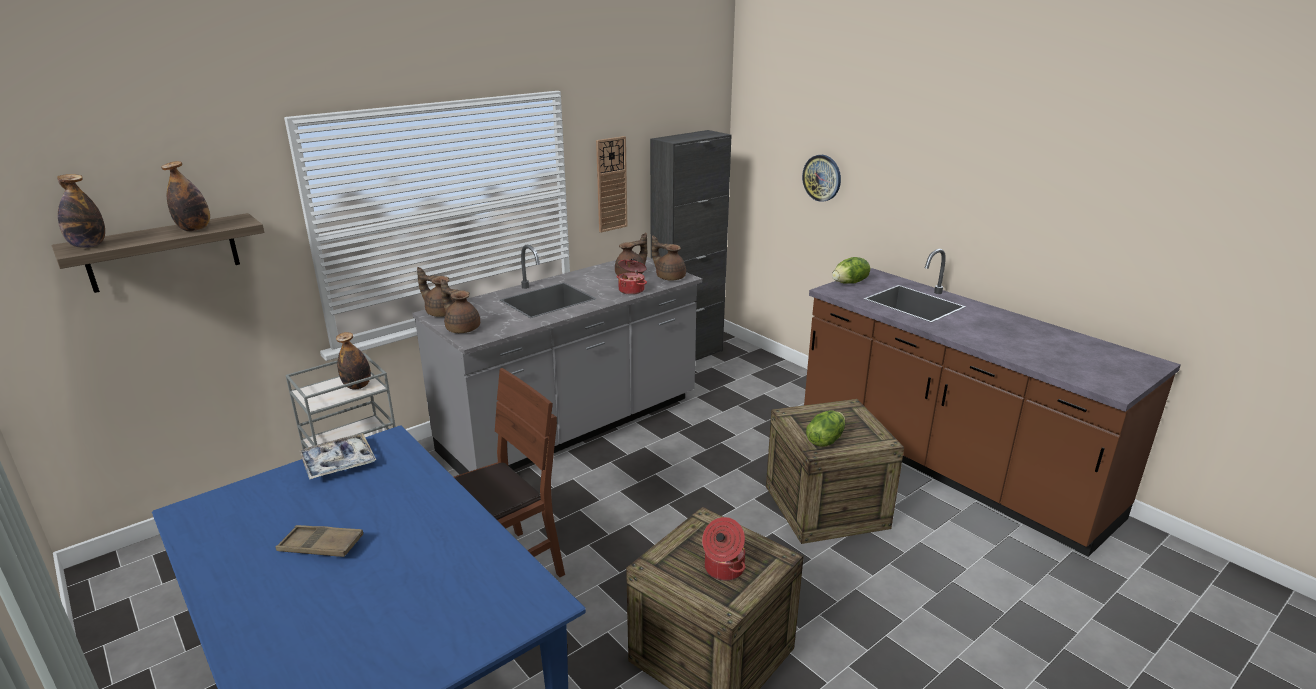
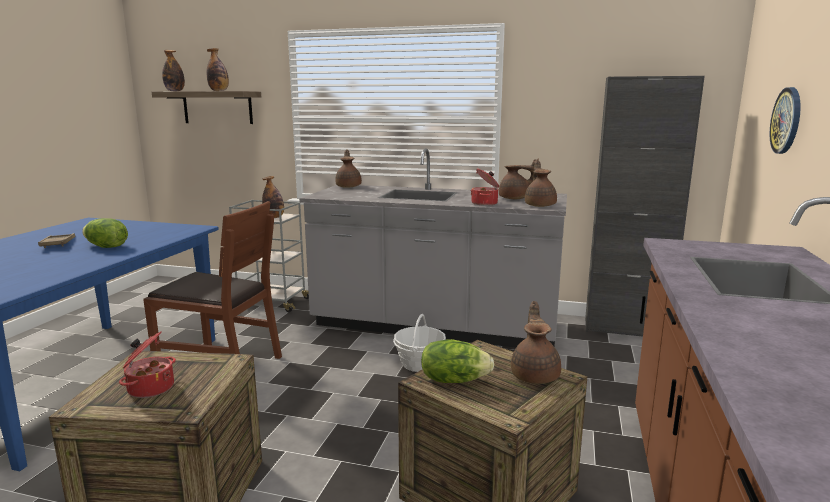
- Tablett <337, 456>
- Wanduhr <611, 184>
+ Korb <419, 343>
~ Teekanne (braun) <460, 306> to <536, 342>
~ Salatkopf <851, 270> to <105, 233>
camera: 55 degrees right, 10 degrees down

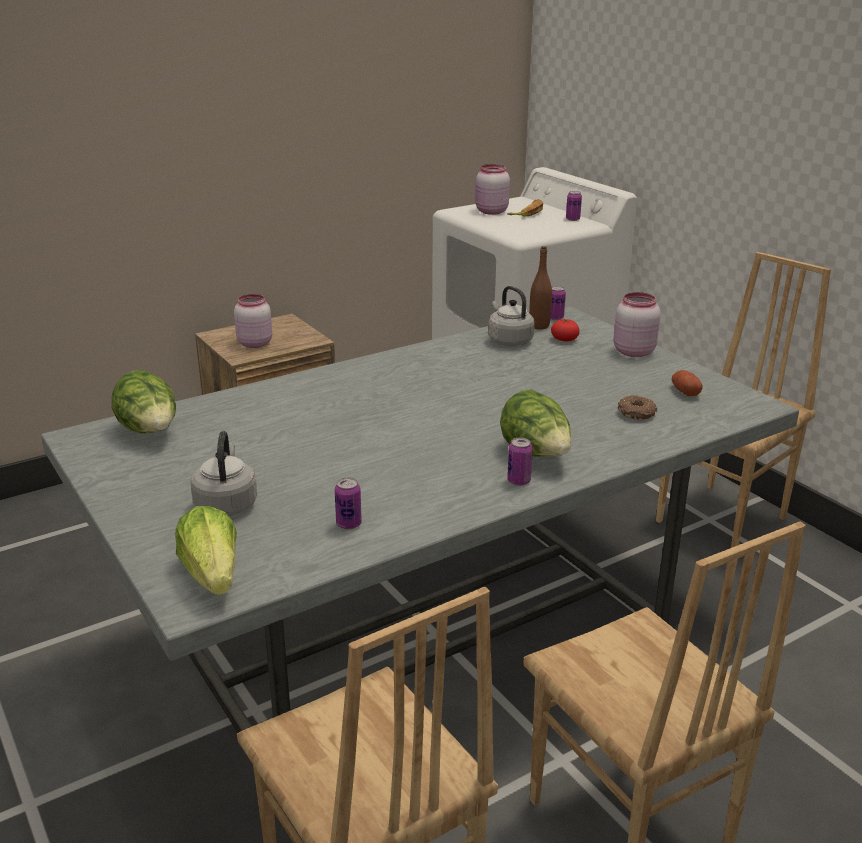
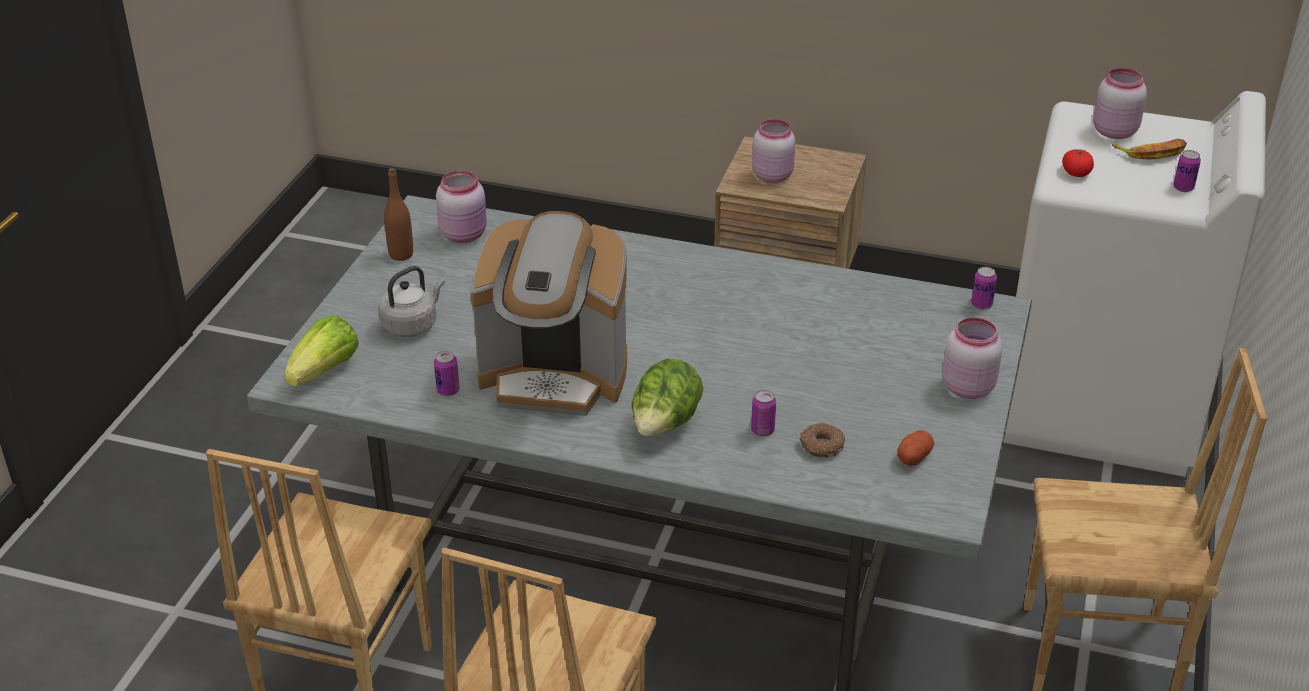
- Wasserkessel (grau) <511, 316>
+ Kaffeemaschine <548, 313>
~ Dose <520, 462> to <763, 413>
~ Flasche (braun) <540, 287> to <398, 214>
~ Tomate <565, 330> to <1078, 163>
~ Salatkopf <143, 402> to Vorratsglas (rosa) <461, 207>
camera: 50 degrees right, 10 degrees up

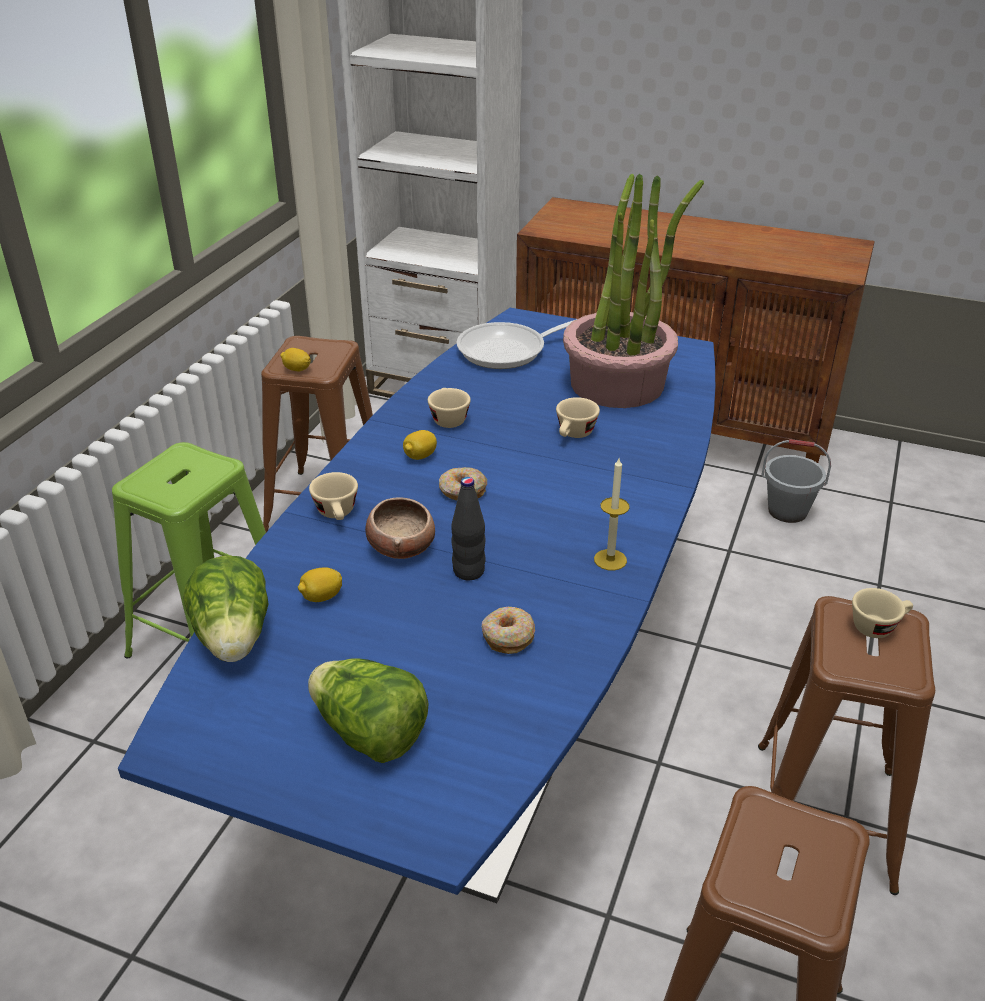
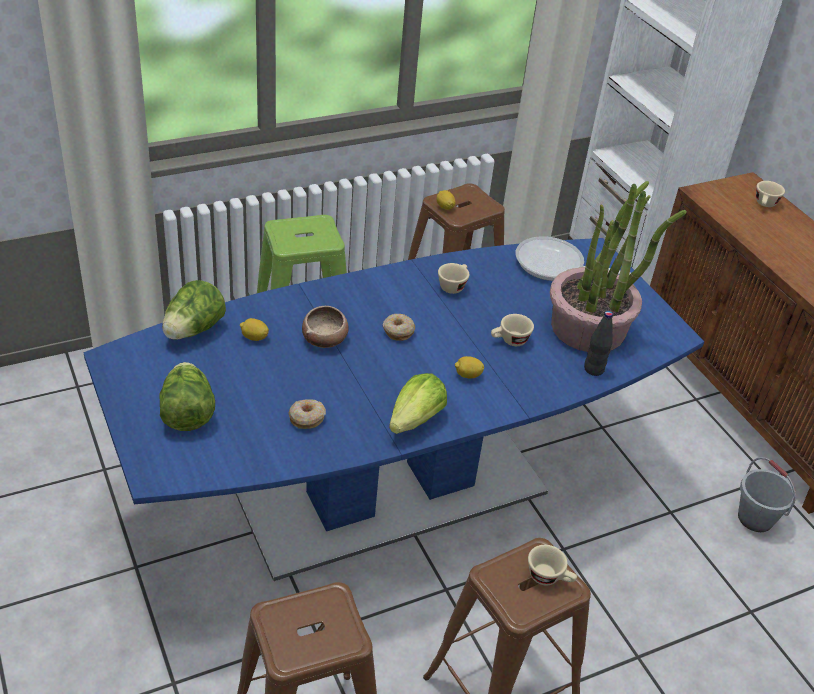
~ Tasse (beige) <333, 496> to <770, 194>
~ Zitrone <420, 445> to <469, 367>
~ Flasche (schwarz) <468, 528> to <598, 343>
~ Kerze <612, 514> to Salatkopf <418, 403>
camera: 40 degrees right, 5 degrees up

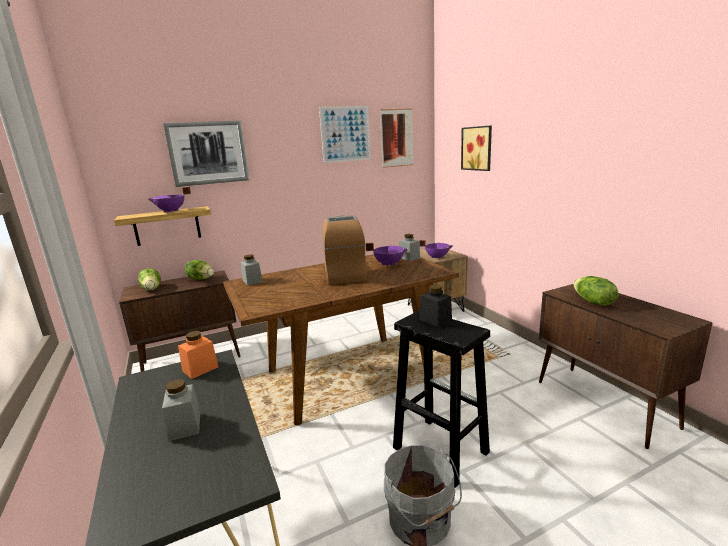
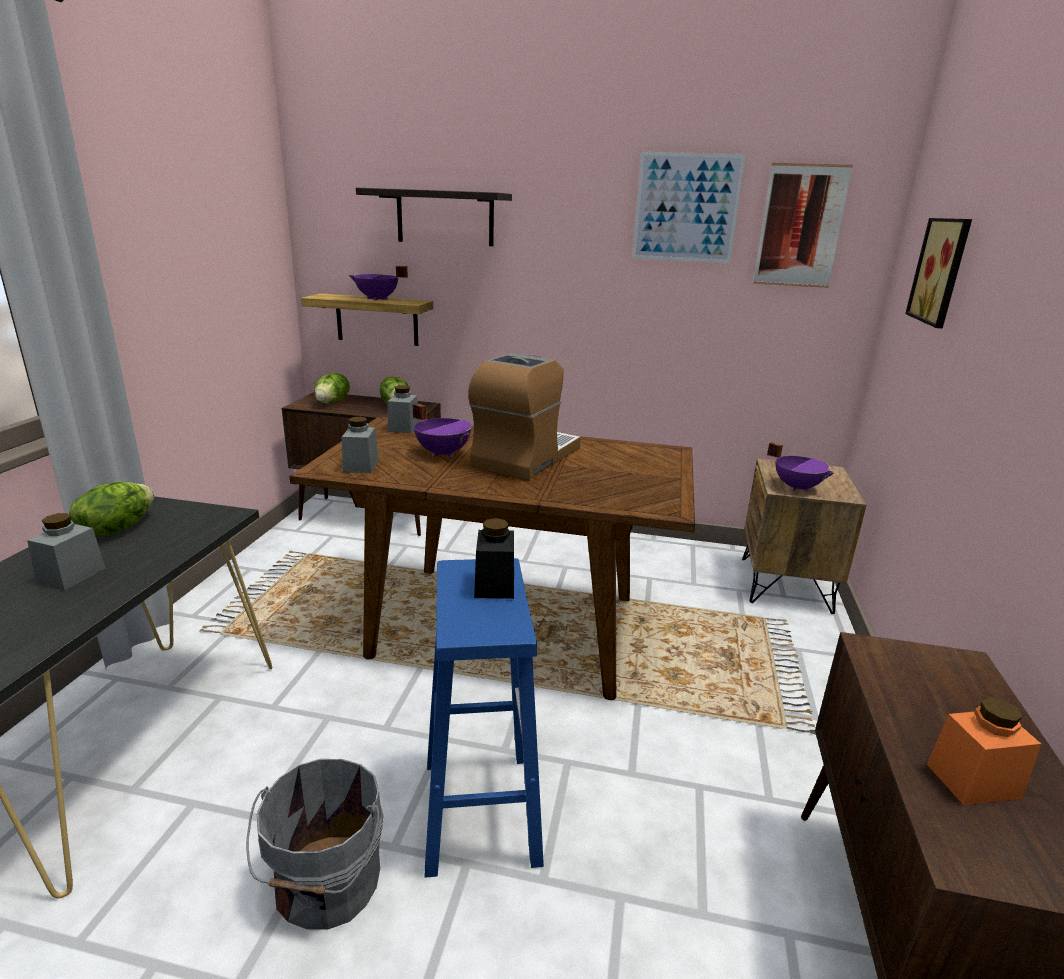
~ Vorratsglas (orange) <198, 355> to <984, 751>
~ Kochtopf (lila) <387, 254> to <442, 430>
~ Vorratsglas (grau) <409, 247> to <360, 445>
~ Salatkopf <595, 291> to <111, 509>
~ Bild <206, 153> to Wandregal <434, 217>
~ Hocker (schwarz) <441, 399> to Hocker (blau) <484, 718>
camera: 35 degrees right, 5 degrees up

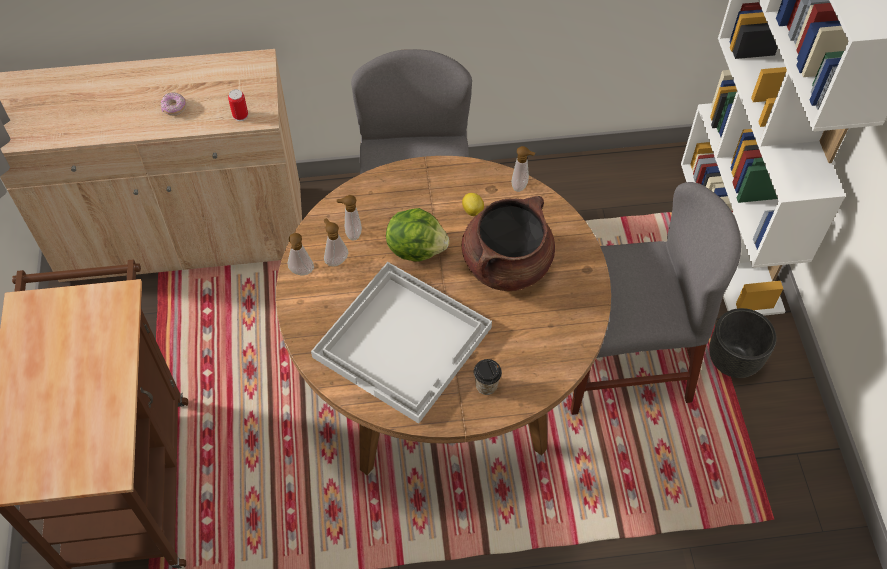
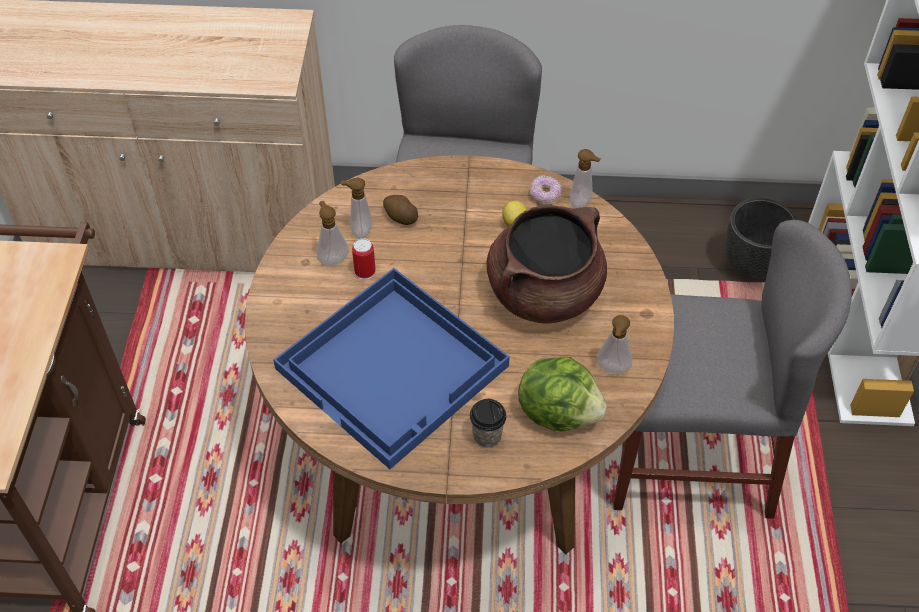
+ Kartoffel <400, 210>
~ Donut <173, 104> to <546, 190>
~ Dose <238, 105> to <363, 259>
~ Seifenspender <301, 254> to <614, 344>
~ Salatkopf <417, 235> to <562, 394>
~ Pflanzkübel (schwarz) <743, 343> to <760, 238>
~ Tablett (weiß) <401, 343> to Tablett (blau) <391, 368>
camera: 10 degrees right, 5 degrees down

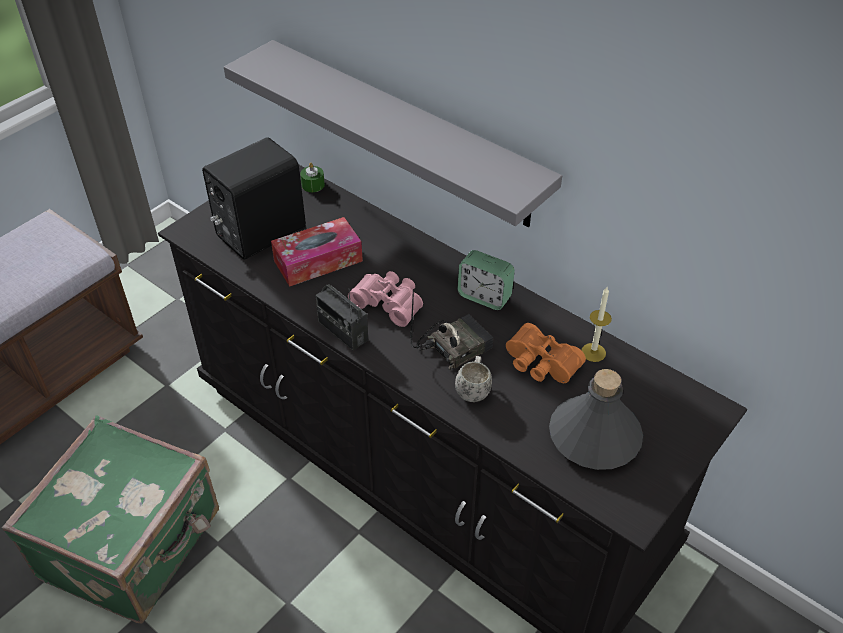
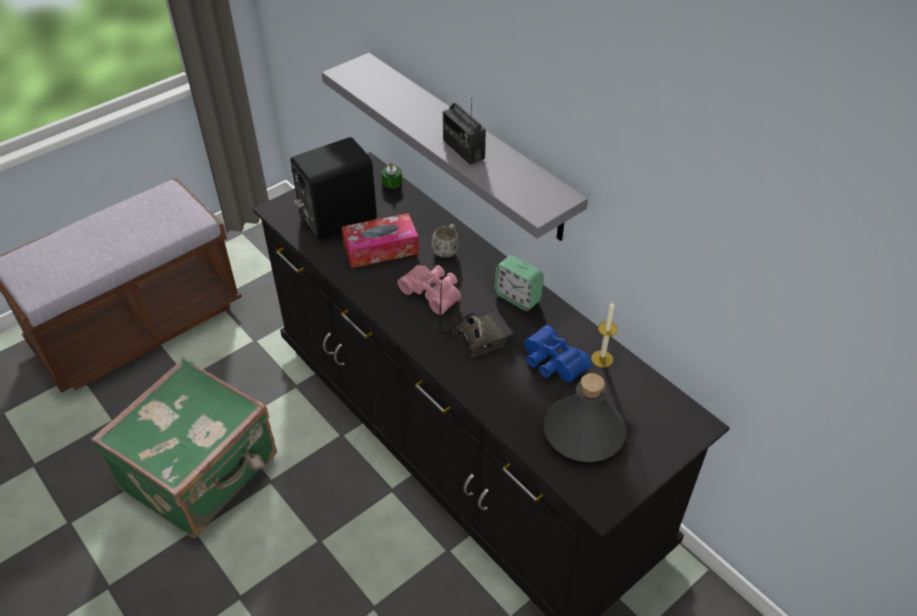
~ Radio <341, 317> to <464, 131>
~ Henkelbecher (weiß) <473, 379> to <445, 241>
~ Fernglas (orange) <546, 353> to Fernglas (blau) <558, 354>
camera: 10 degrees right, 0 degrees up

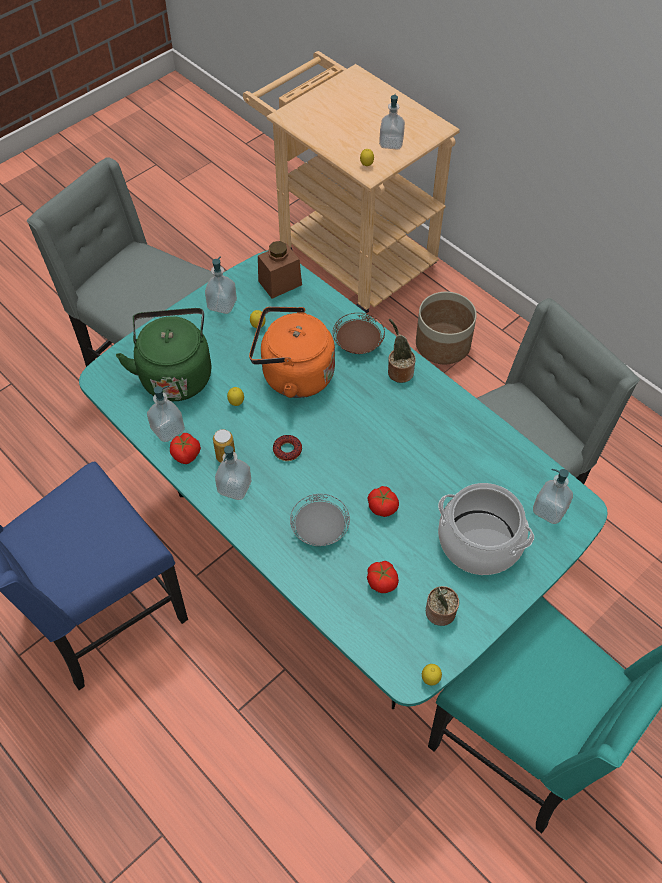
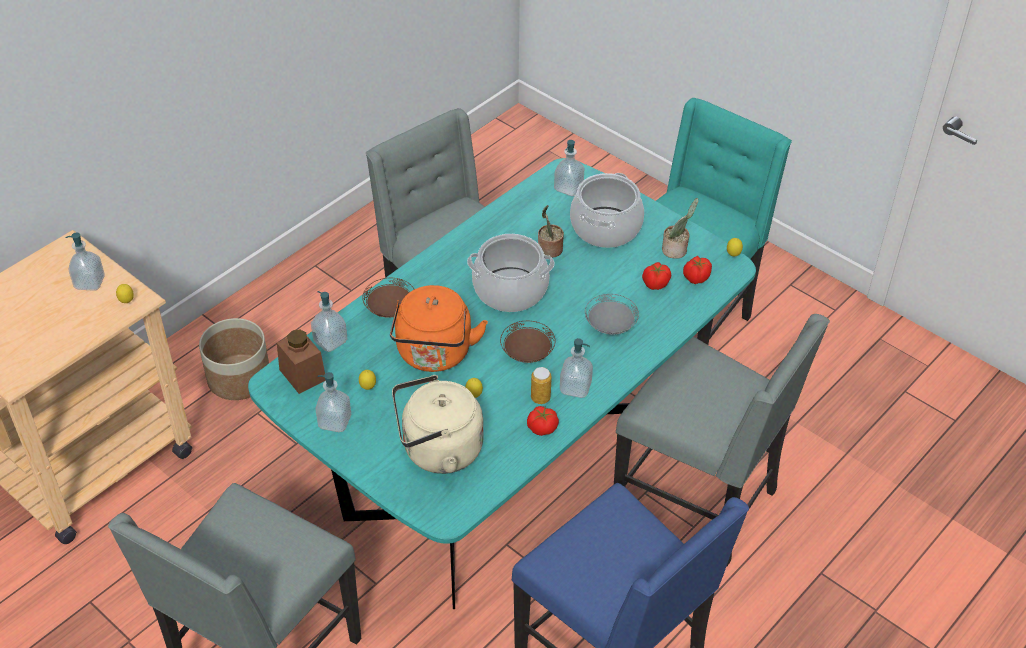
+ Kochtopf <511, 273>
+ Stuhl (grau) <722, 440>
~ Seifenspender <166, 414> to <329, 321>
~ Tomate <383, 501> to <697, 270>
~ Topfpflanze <402, 351> to <551, 231>
~ Donut <287, 448> to Teller (braun) <527, 342>
~ Wasserkessel (grün) <163, 354> to Wasserkessel (beige) <437, 424>
camera: 95 degrees left, 10 degrees down

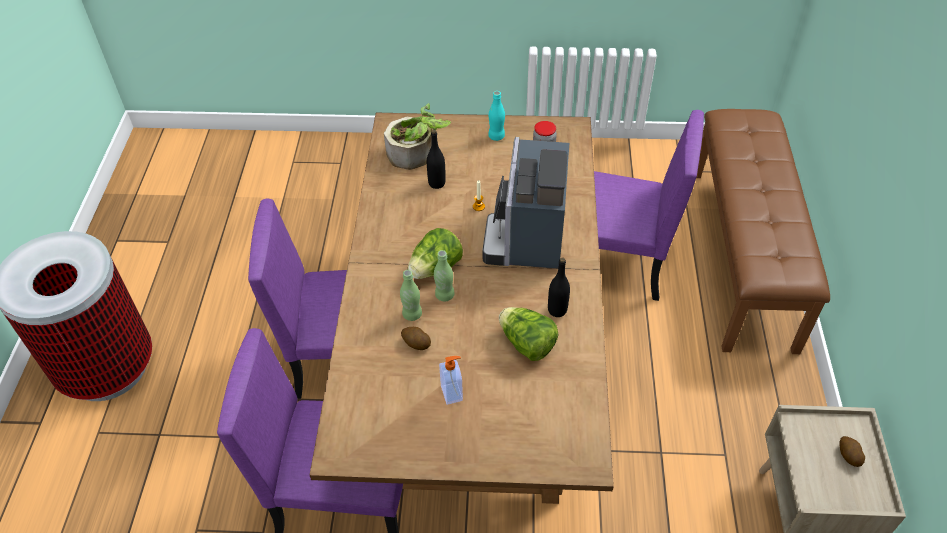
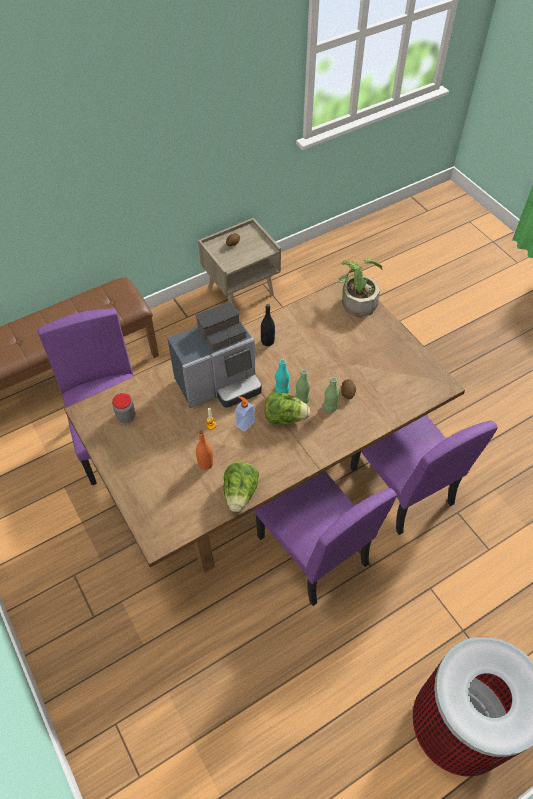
~ Topfpflanze <417, 136> to <359, 287>
~ Seifenspender <451, 380> to <245, 414>
~ Flasche (türkis) <496, 116> to <282, 376>
~ Salatkopf <529, 334> to <241, 487>
~ Flasche (schwarz) <436, 159> to Flasche (orange) <204, 450>
camera: 125 degrees left, 5 degrees up

